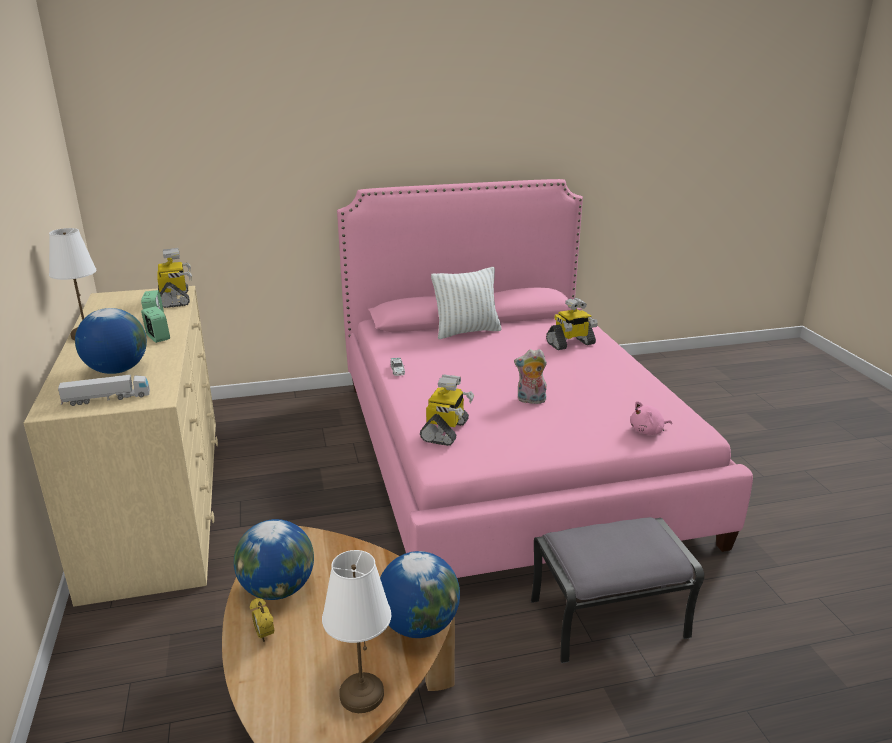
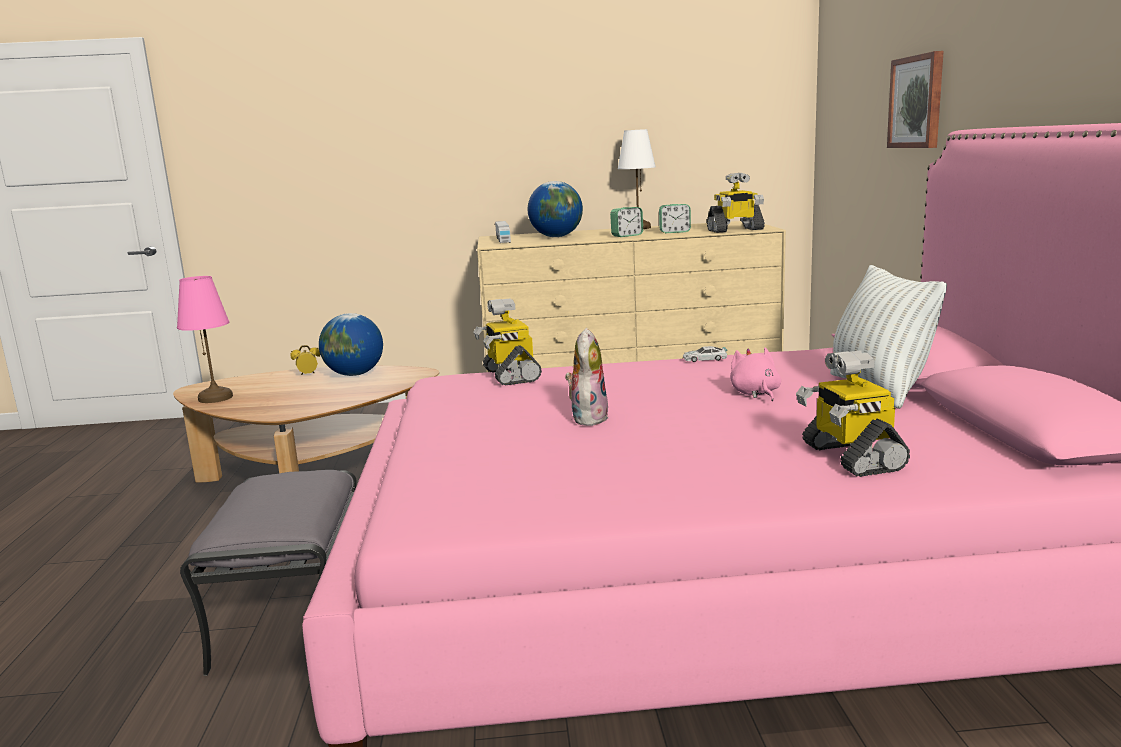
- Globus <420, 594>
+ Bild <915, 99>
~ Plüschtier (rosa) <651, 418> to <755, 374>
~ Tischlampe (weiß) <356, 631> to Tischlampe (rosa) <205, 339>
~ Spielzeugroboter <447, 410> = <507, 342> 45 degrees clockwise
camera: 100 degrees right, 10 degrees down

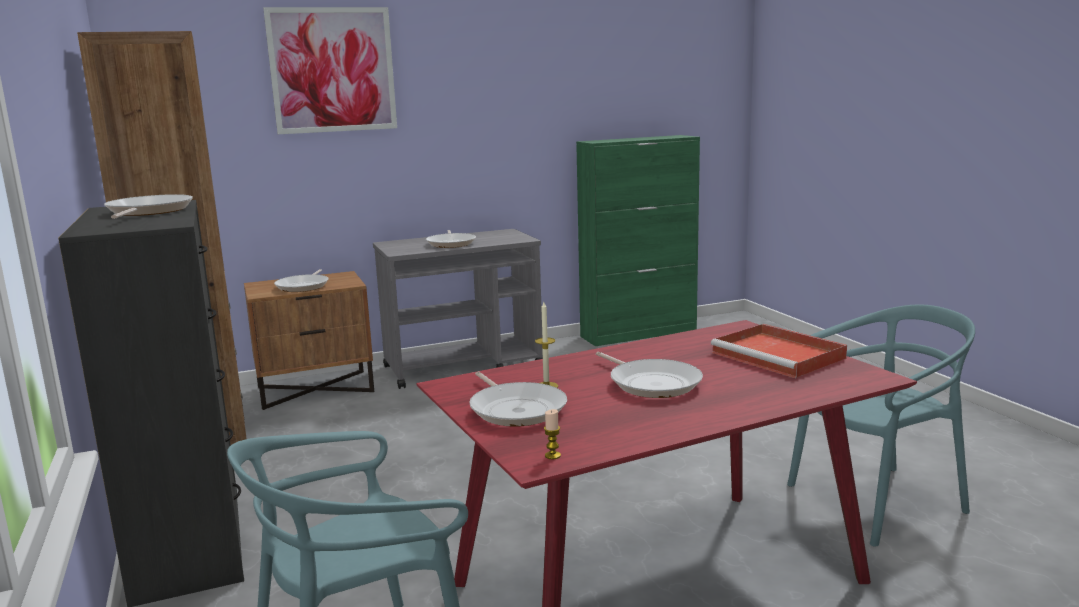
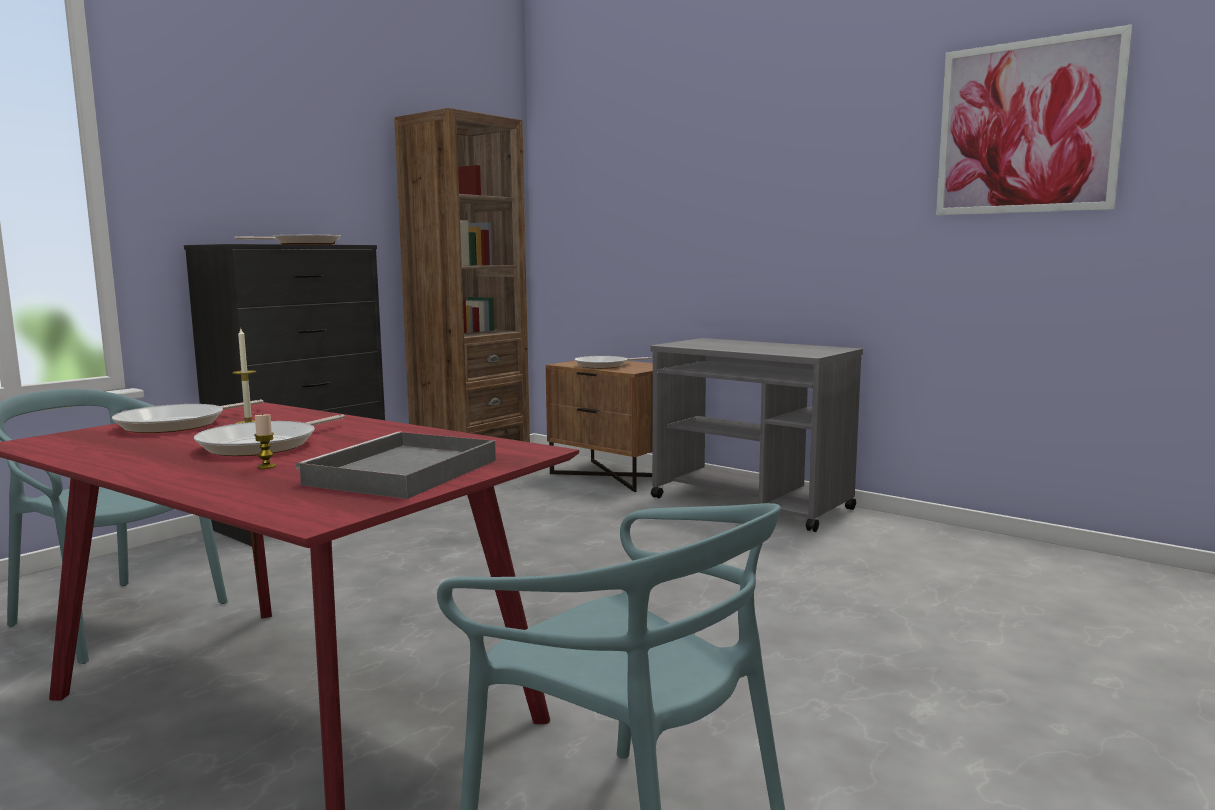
- Pfanne <451, 239>
- Schrank (grün) <638, 240>
~ Bild <330, 70> to <1034, 120>
~ Kerze <552, 434> to <265, 441>
~ Tablett (rot) <779, 351> to Tablett (grau) <395, 465>
camera: 60 degrees right, 5 degrees down

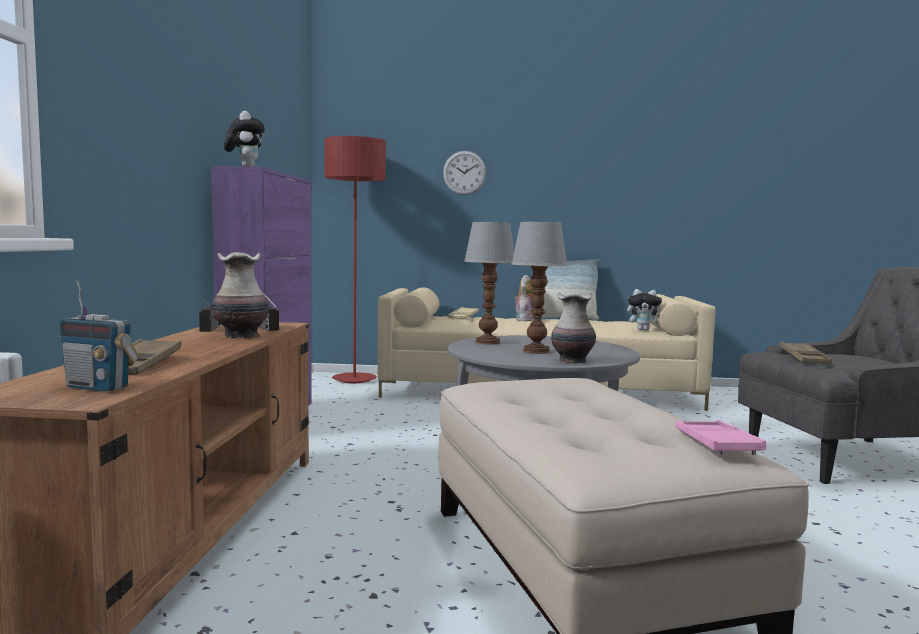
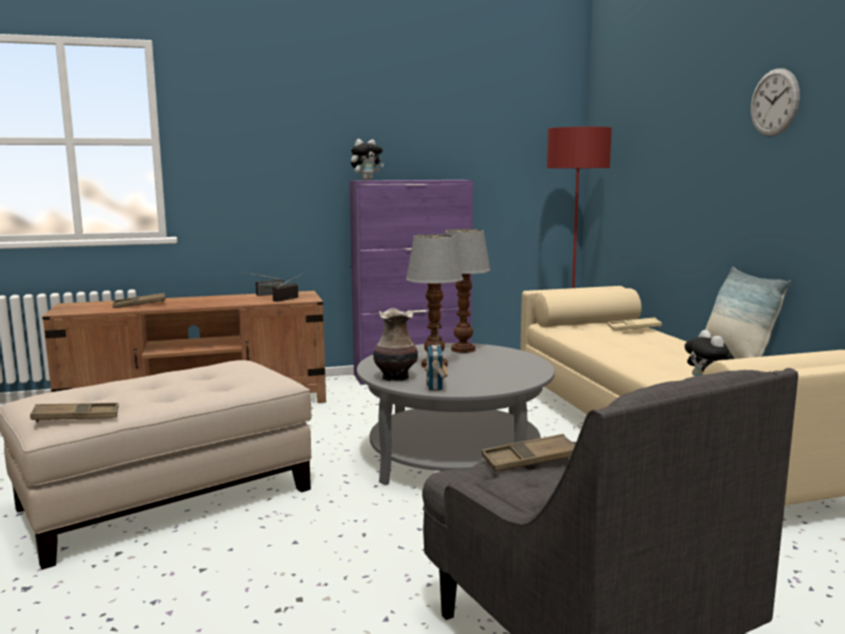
- Vase <240, 295>
- Plüschtier <524, 298>
~ Radio <99, 336> to <436, 358>
~ Wanduhr <465, 173> to <775, 102>
~ Tablett (rosa) <721, 437> to Tablett (braun) <74, 412>
camera: 70 degrees right, 5 degrees up

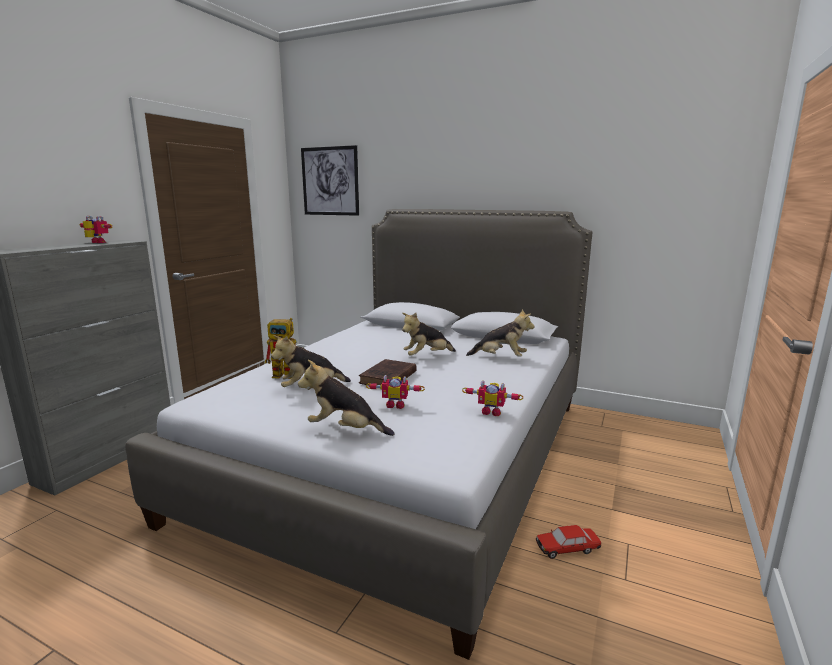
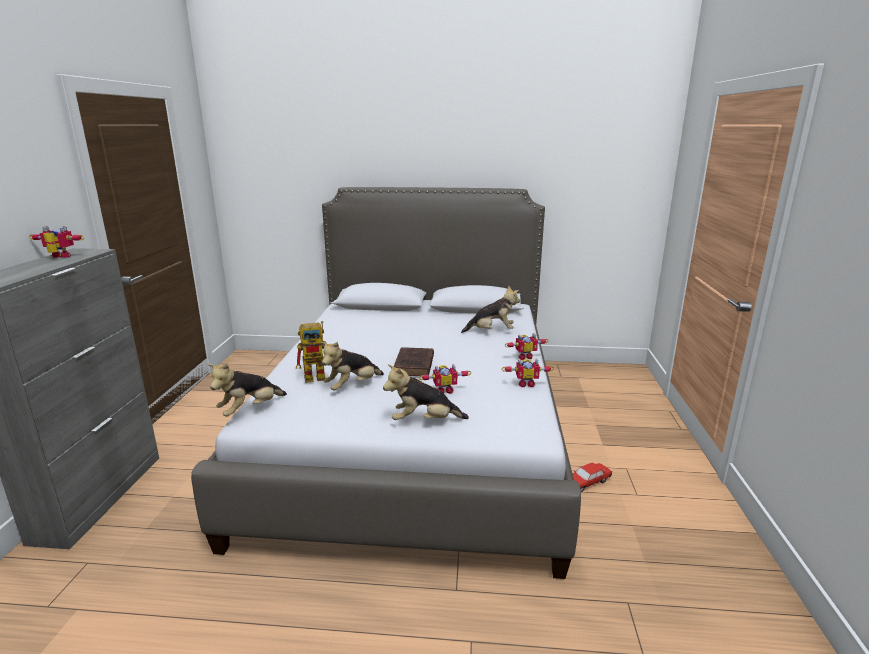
- Bild <330, 180>
+ Spielzeugroboter <526, 346>
~ Plüschtier <429, 334> to <247, 390>
camera: 20 degrees left, 5 degrees up

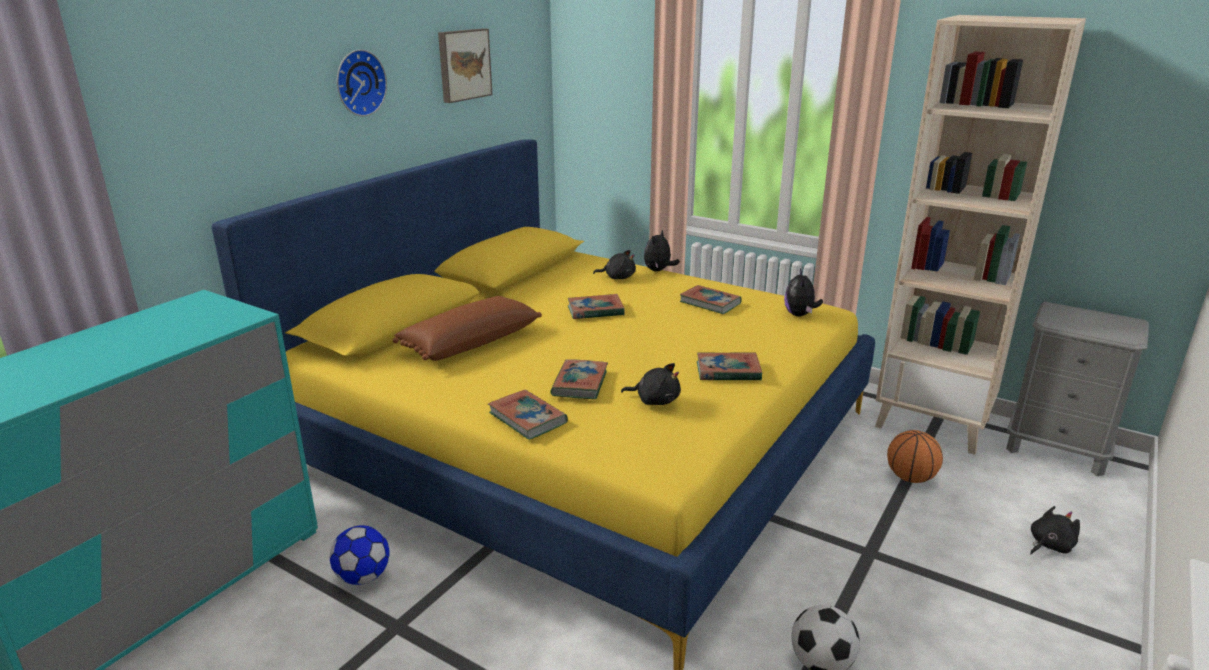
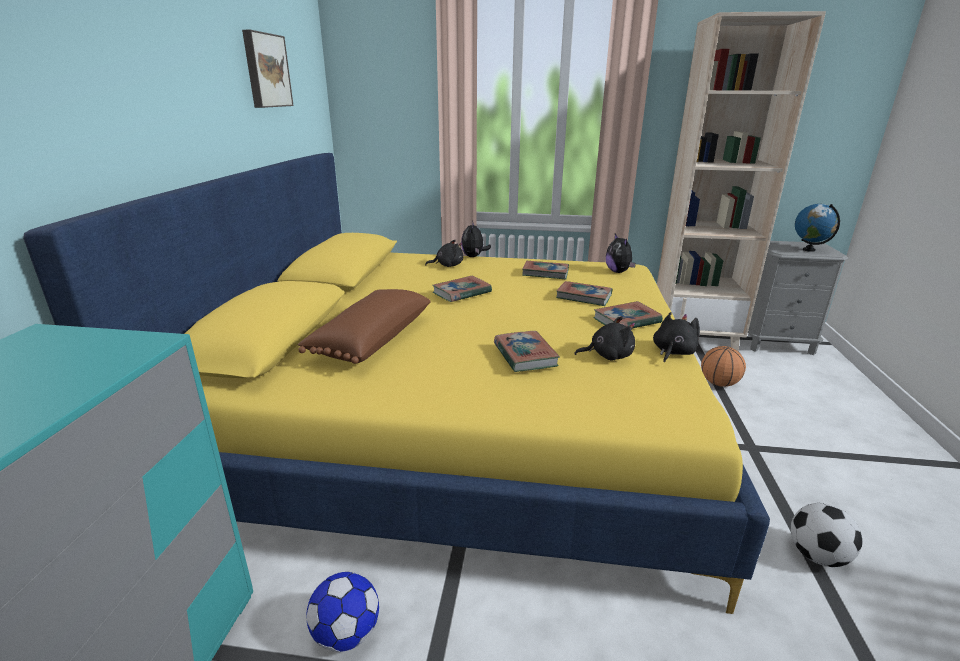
- Wanduhr <362, 82>
+ Globus <817, 228>
~ Buch <528, 415> to <584, 293>
~ Plüschtier (schwarz) <1055, 530> to <676, 337>
camera: 25 degrees left, 0 degrees up

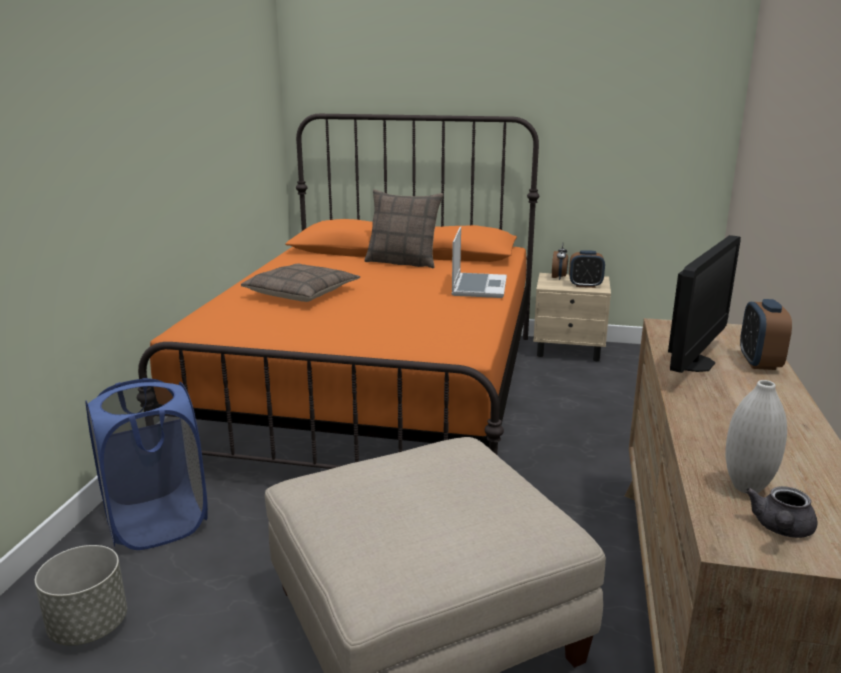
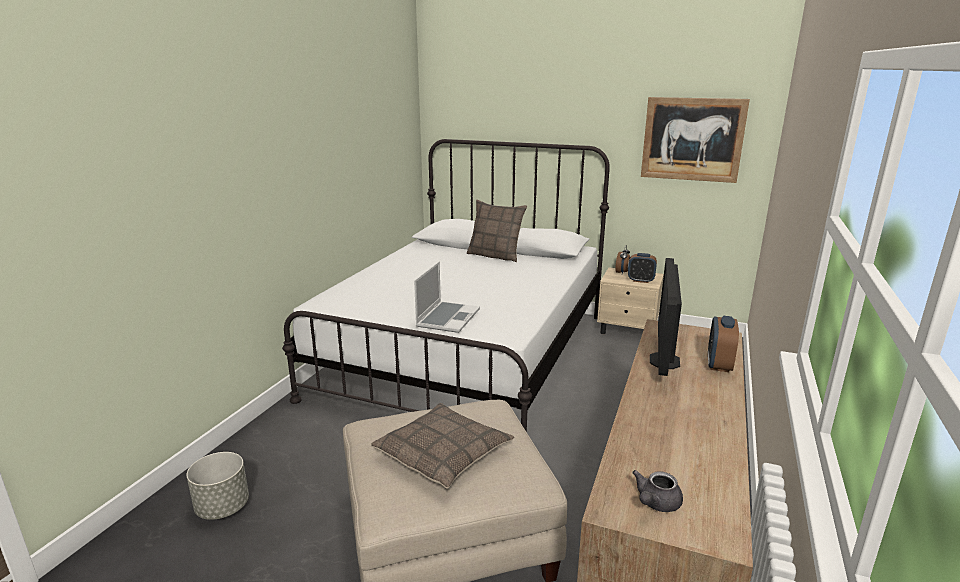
- Wäschekorb (blau) <146, 464>
- Vase (weiß) <756, 437>
+ Bild <695, 140>
~ Kissen <300, 283> to <442, 446>
~ Laptop <479, 262> to <447, 297>
~ Bett (orange) <338, 291> to Bett (weiß) <446, 285>
~ Monitor <704, 304> = <666, 317> 150 degrees clockwise
camera: 10 degrees right, 0 degrees up

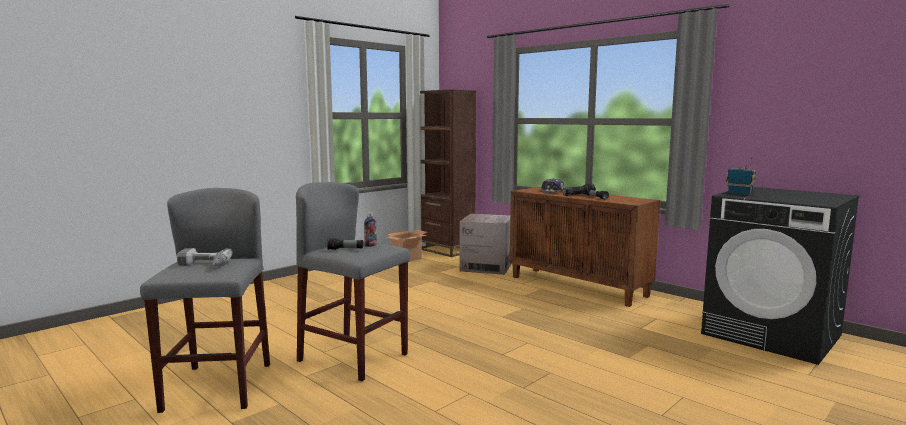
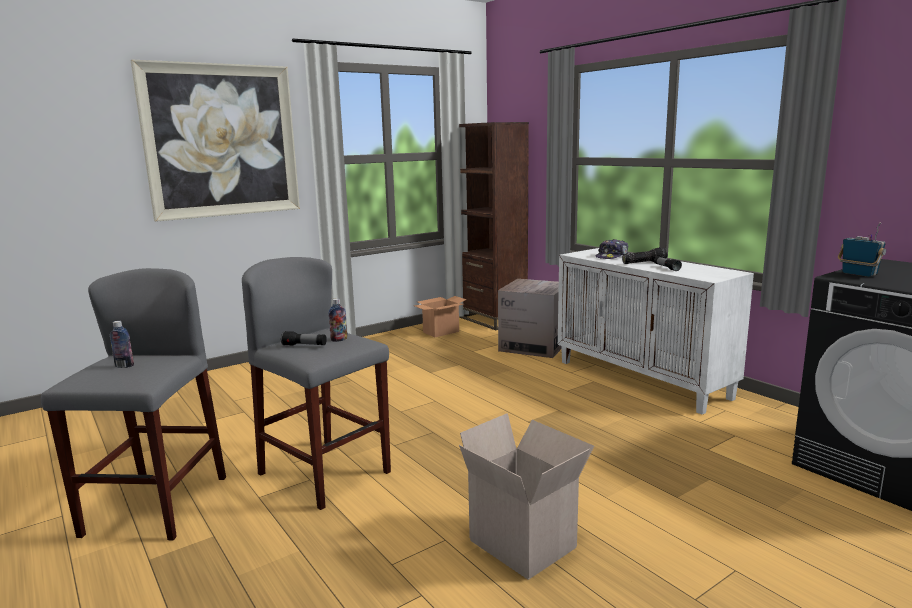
+ Bild <215, 141>
+ Karton <526, 496>
~ Bohrmaschine <205, 257> to Flasche <122, 344>
~ Schrank (braun) <585, 247> to Schrank (weiß) <656, 331>
camera: 10 degrees right, 5 degrees up

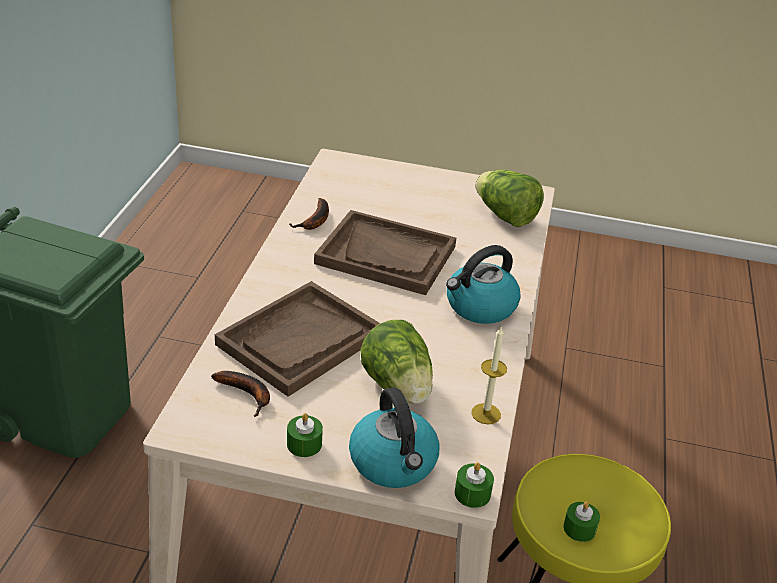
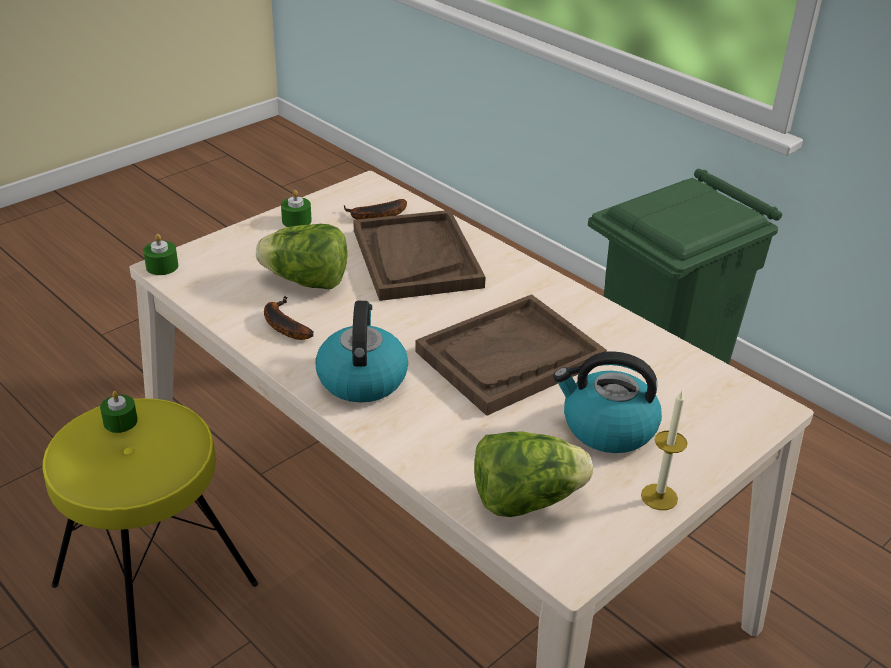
~ Banane <309, 214> to <289, 318>
~ Wasserkessel <394, 437> to <607, 402>
~ Kerze <489, 375> to <664, 450>
camera: 125 degrees right, 0 degrees up

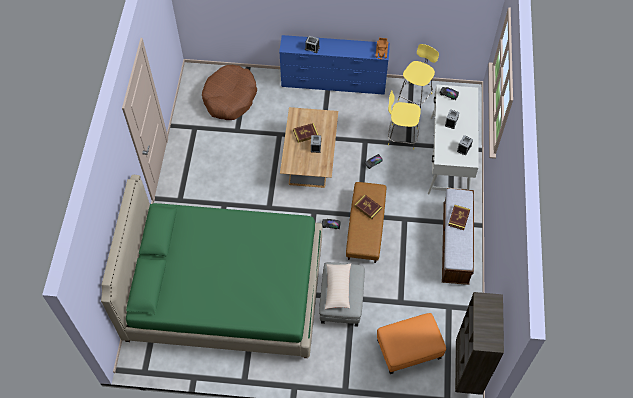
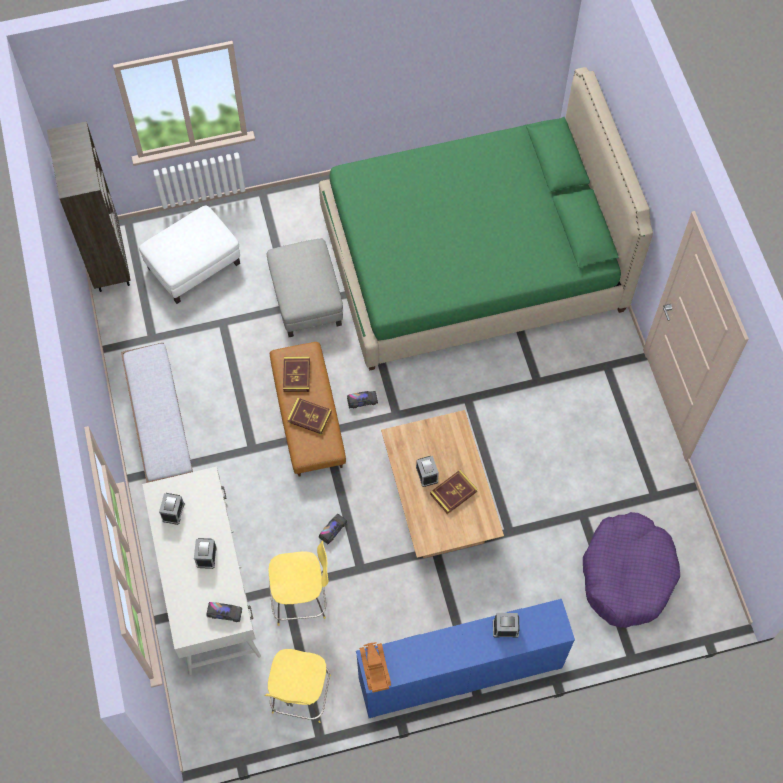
- Kissen (beige) <338, 286>
~ Buch <459, 217> to <296, 374>
~ Hundebett (braun) <229, 92> to Hundebett (lila) <631, 570>
~ Polsterhocker (orange) <411, 343> to Polsterhocker (weiß) <189, 254>
camera: 160 degrees right, 5 degrees up

